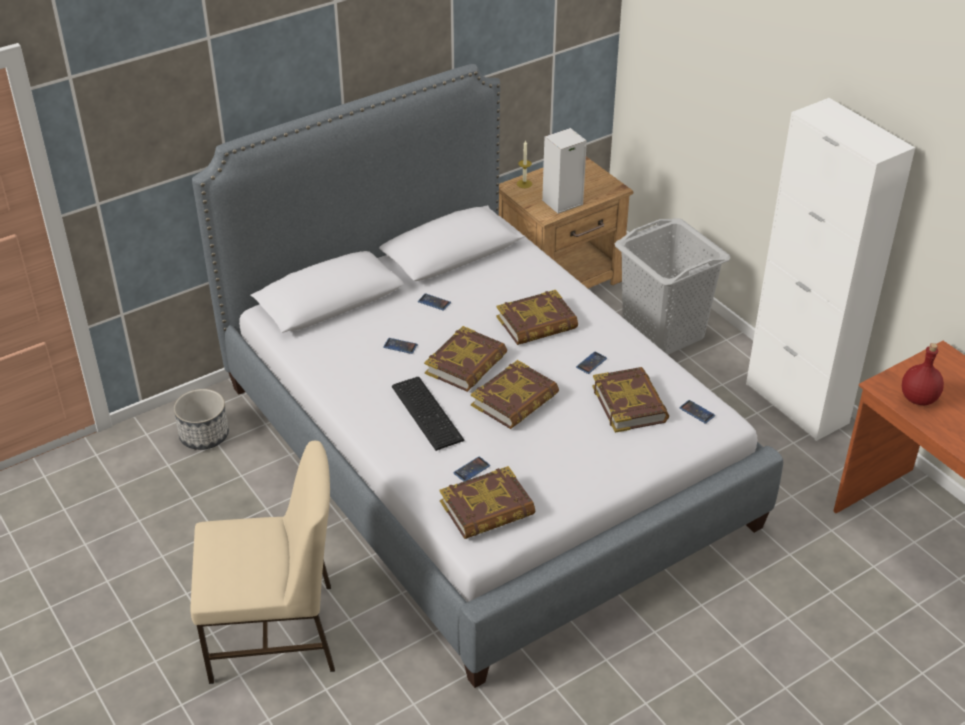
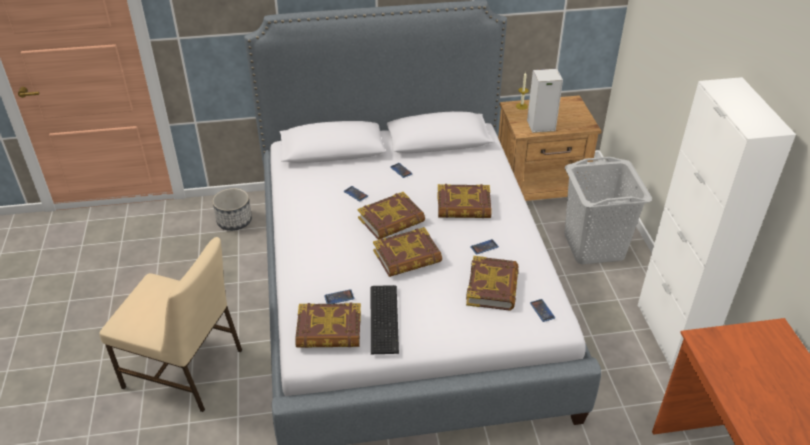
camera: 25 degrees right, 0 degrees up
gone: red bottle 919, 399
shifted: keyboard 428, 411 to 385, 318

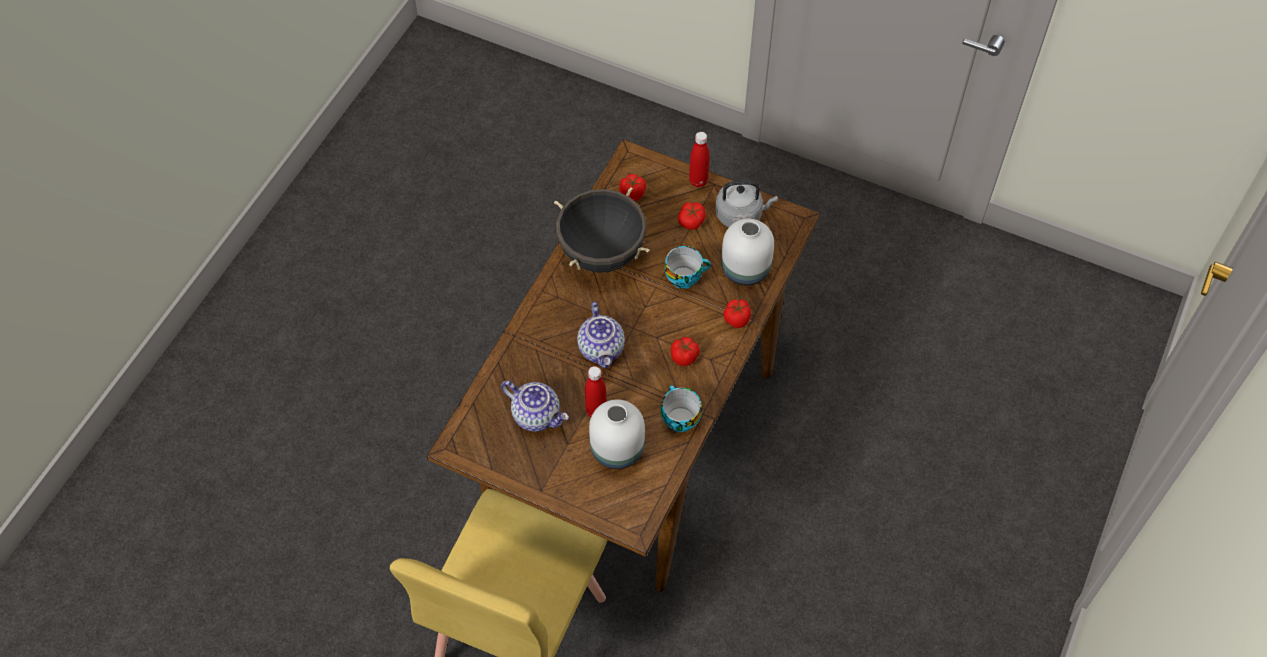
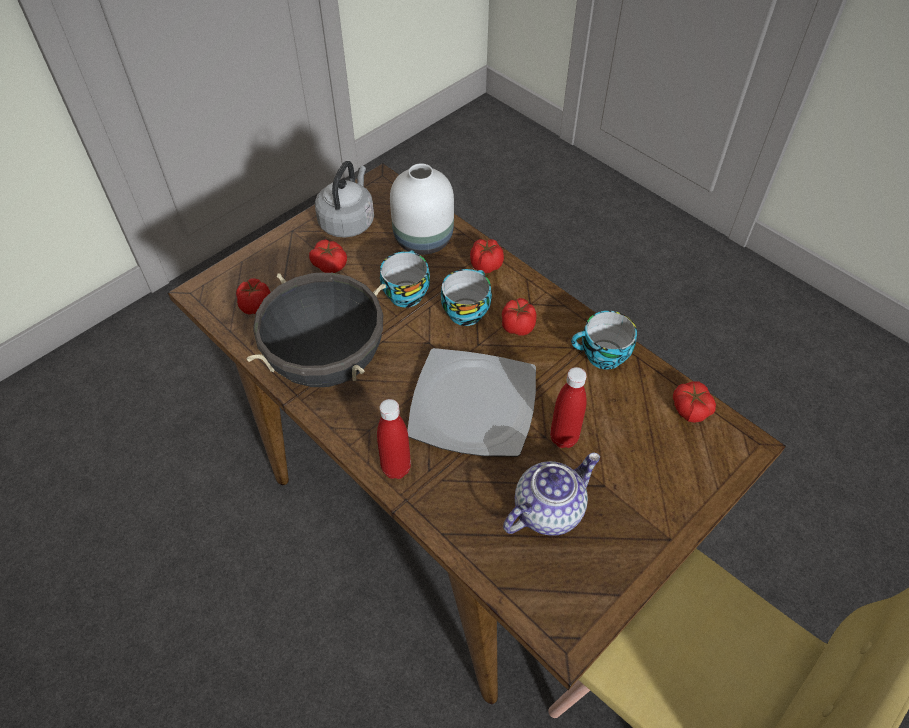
camera: 70 degrees left, 5 degrees down
gone: white vase 617, 451
new: cup 465, 310; tomato 690, 408
shifted: red bottle 698, 181 to 396, 468
swapped: teapot 602, 349 to plate 472, 404

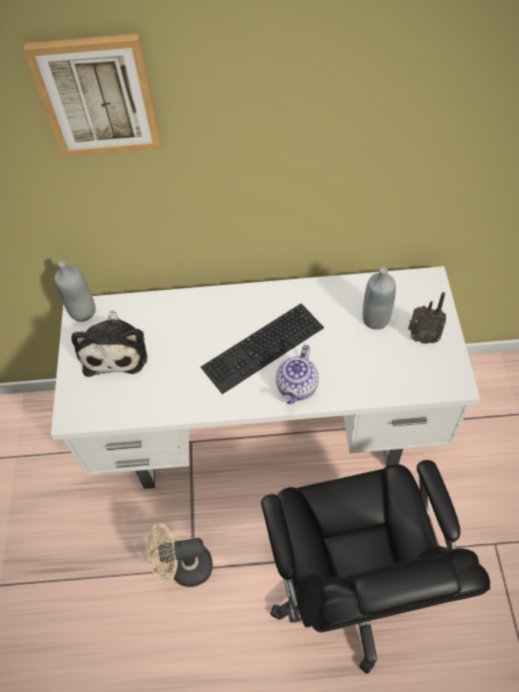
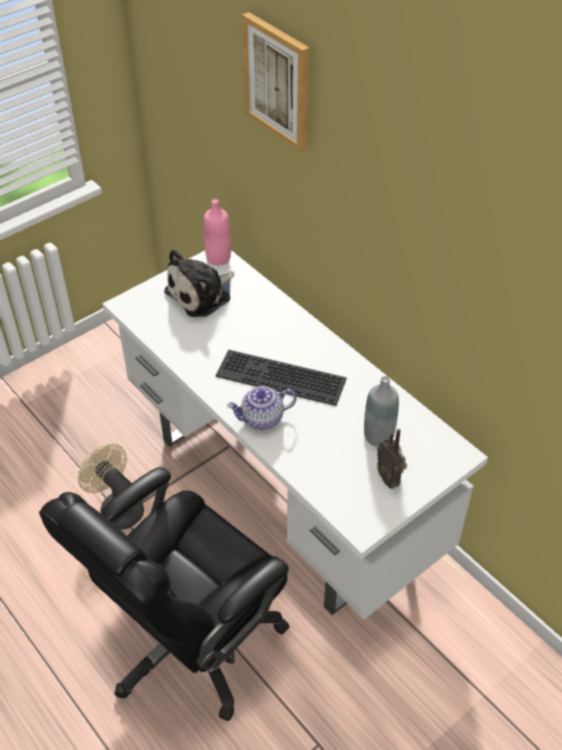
camera: 50 degrees right, 10 degrees down
repainted: grey bottle 83, 311 to pink bottle 218, 258

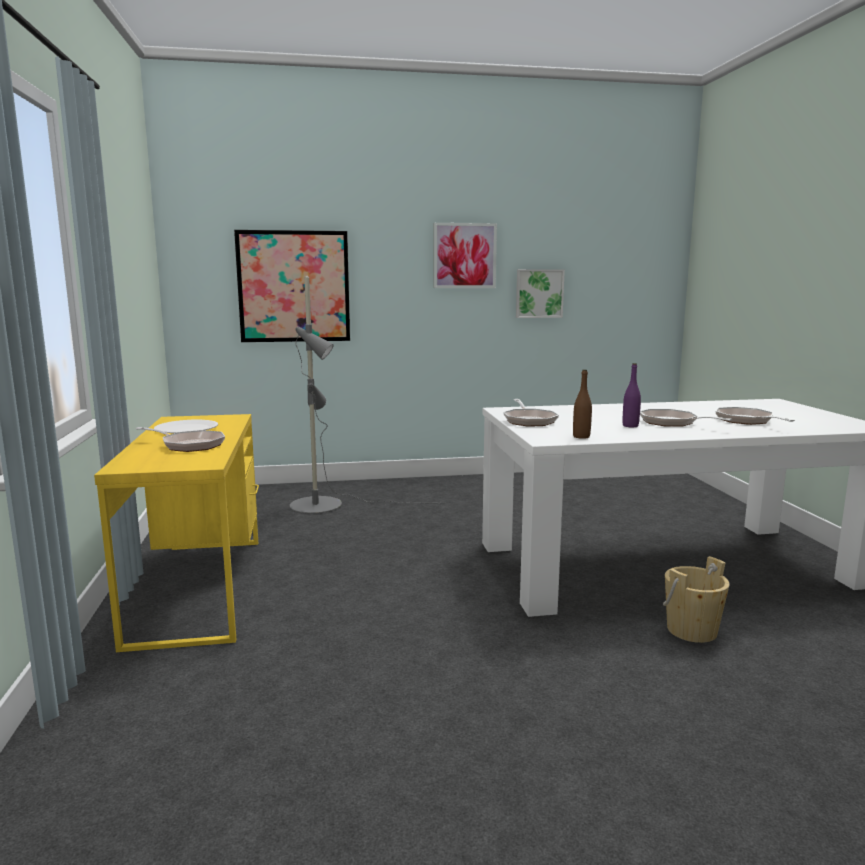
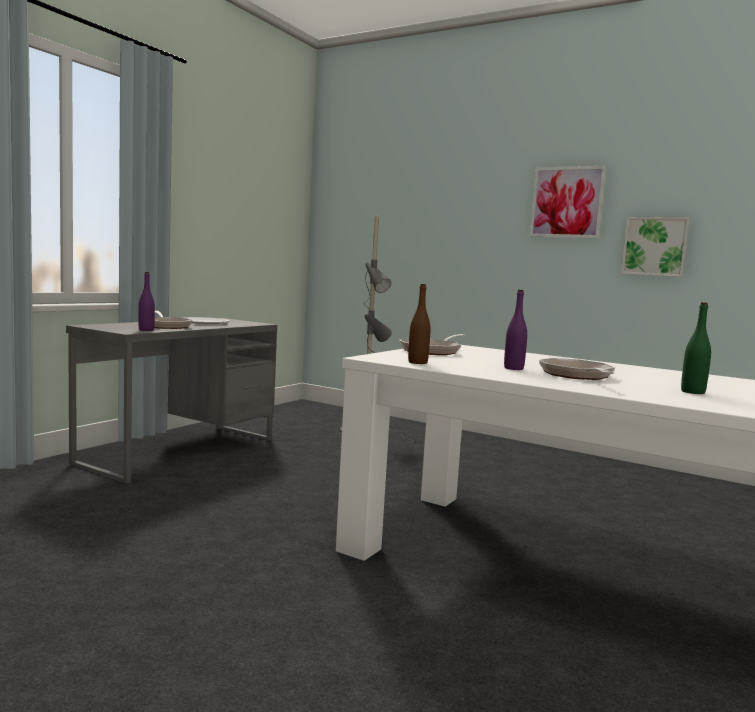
camera: 40 degrees right, 5 degrees down
gone: picture 294, 286; beige bucket 691, 630
new: purple bottle 146, 330
swapped: frying pan 747, 421 to green bottle 692, 392
repainted: yellow desk 200, 587 to grey desk 180, 451

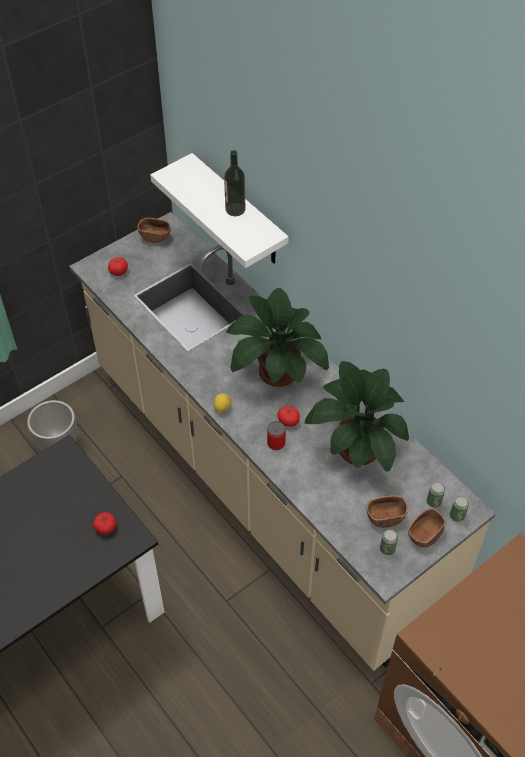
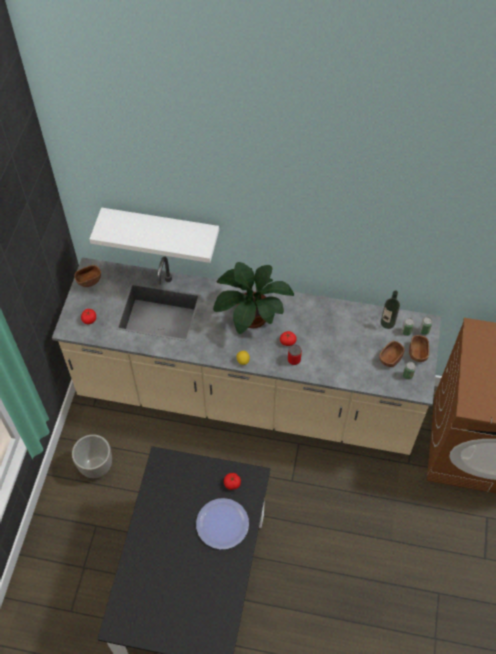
camera: 40 degrees left, 5 degrees up
gone: potted plant 357, 444
new: plate 222, 524
shifted: bottle 235, 209 to 387, 322

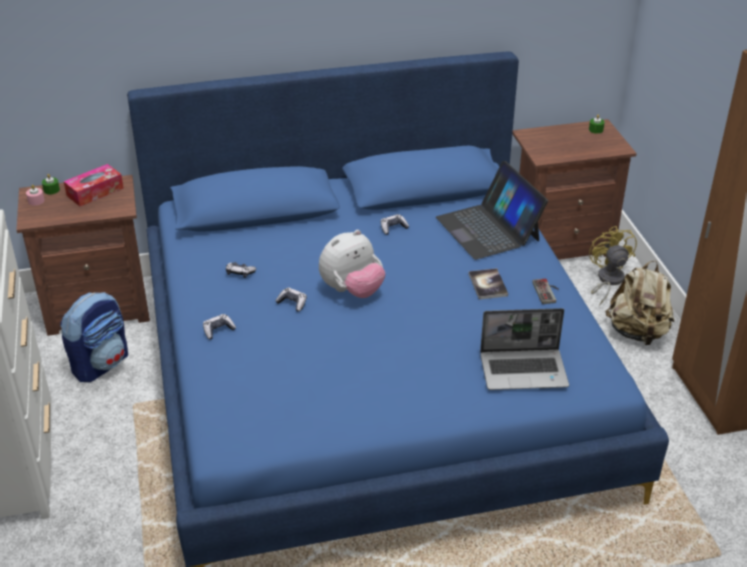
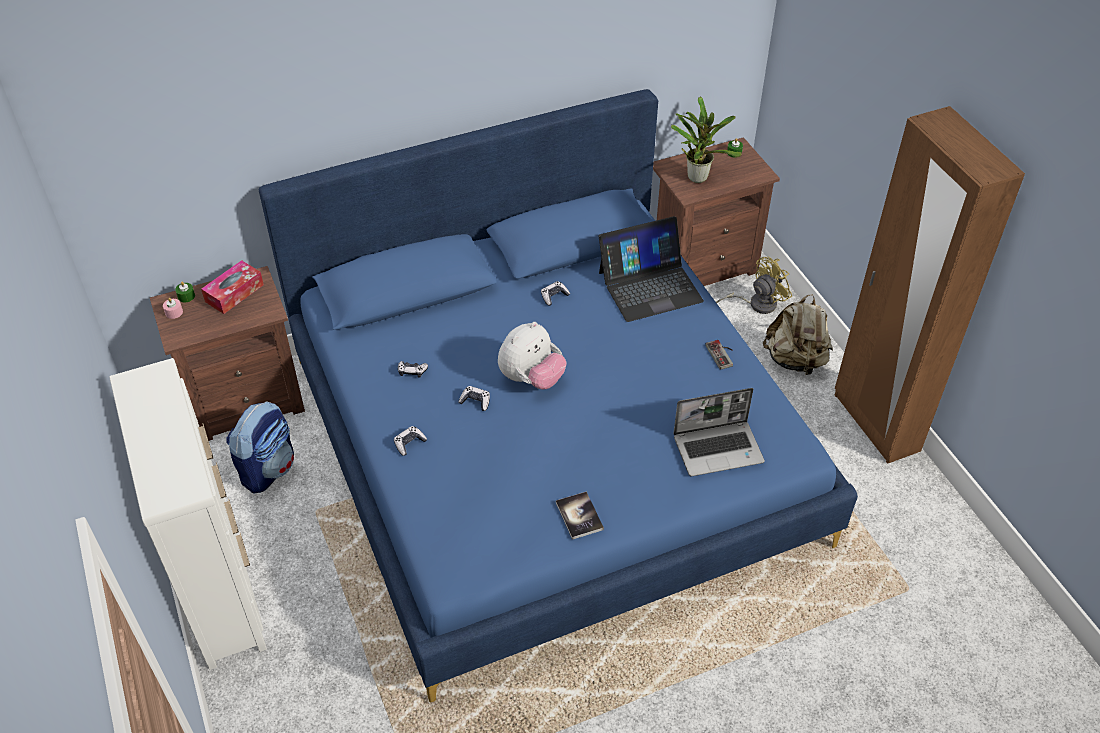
camera: 10 degrees left, 10 degrees up
new: potted plant 697, 176
shifted: book 488, 285 to 579, 516
rotated: laptop 488, 229 = 649, 286 75 degrees counterclockwise; yellow fan 607, 281 = 756, 304 75 degrees clockwise

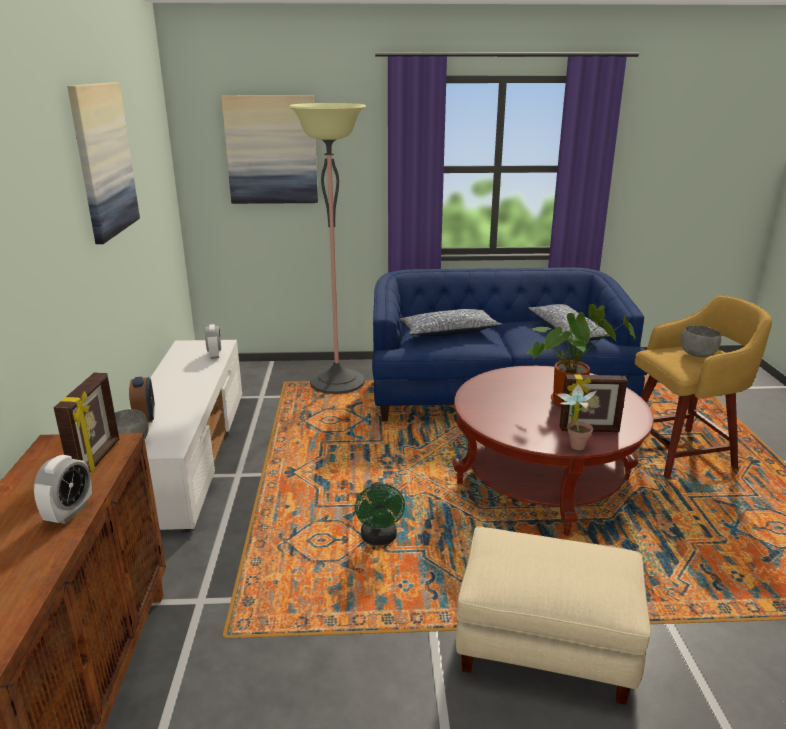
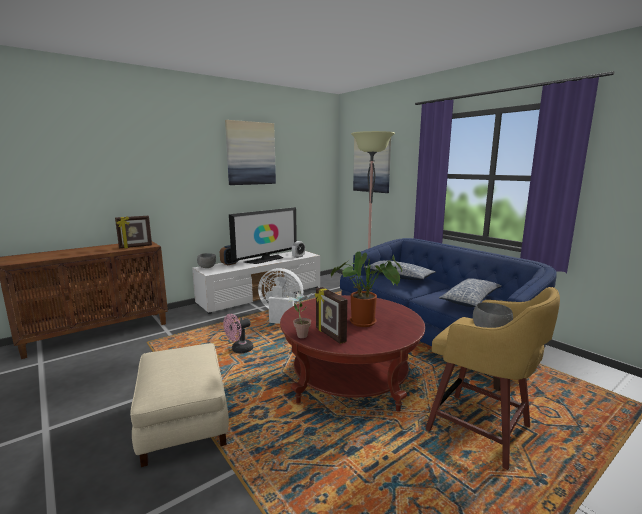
camera: 55 degrees right, 10 degrees down
gone: alarm clock 69, 512
new: television 265, 259; white fan 281, 315
repainted: green fan 379, 539 to pink fan 239, 350

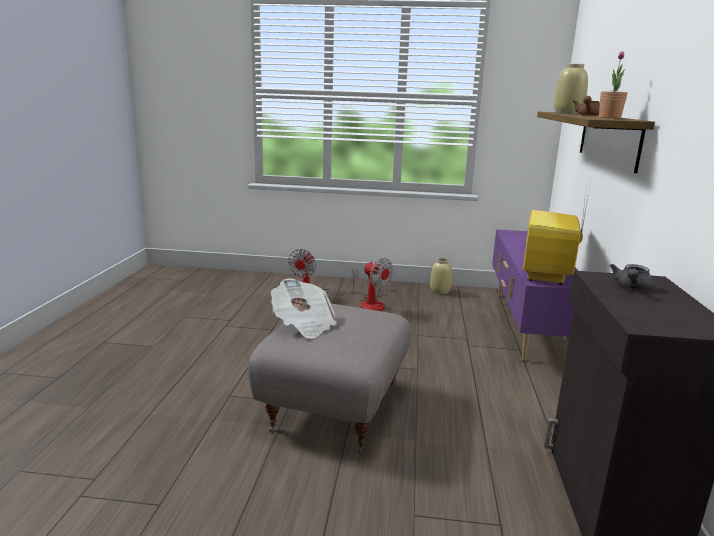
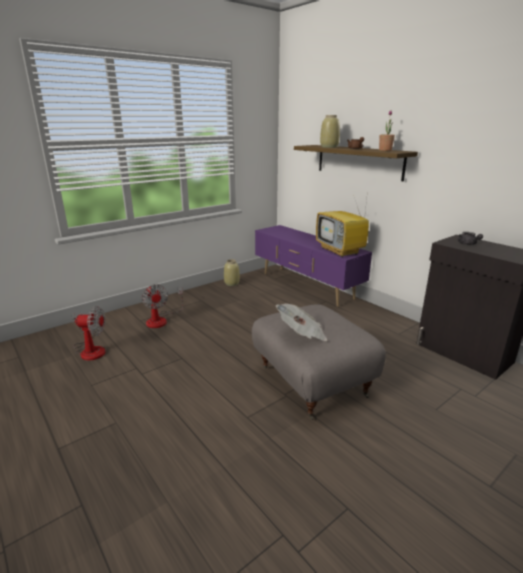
camera: 45 degrees left, 5 degrees up
shifted: fan 373, 303 to 90, 350

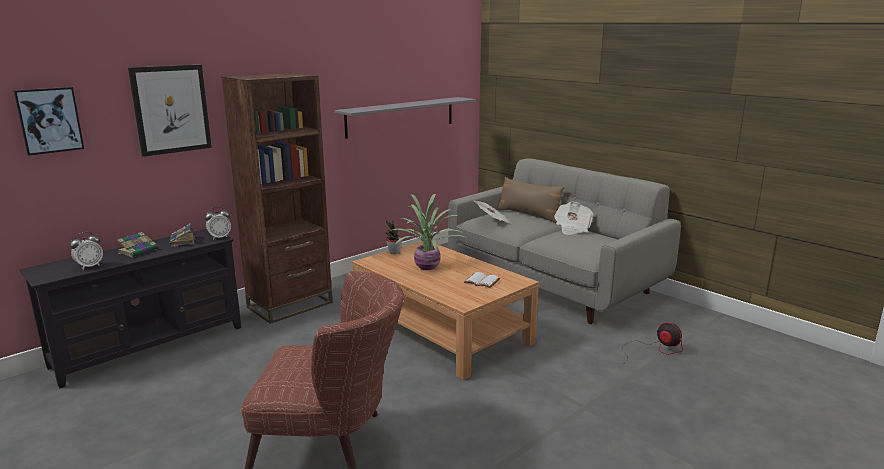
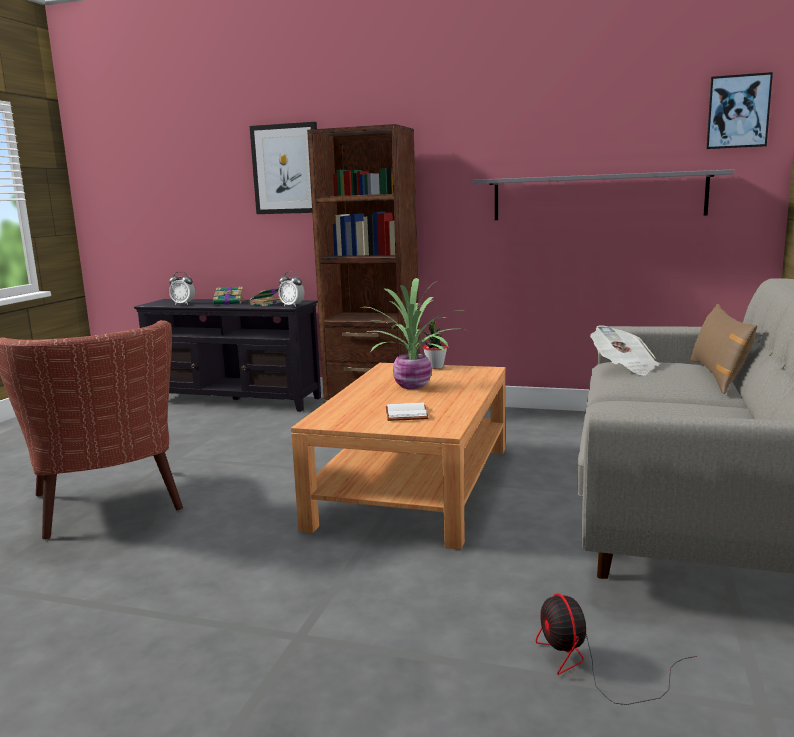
camera: 60 degrees right, 5 degrees down
gone: newspaper 572, 229
shifted: picture 49, 120 to 738, 111
rotated: fan 654, 350 = 591, 666 150 degrees clockwise

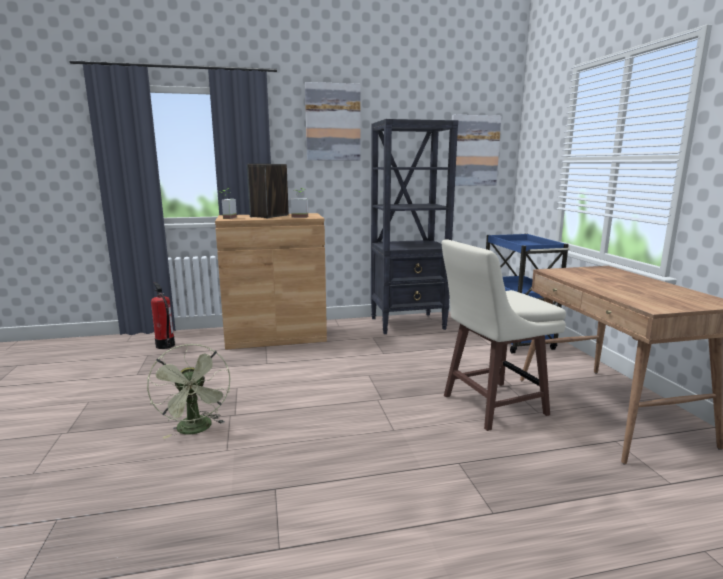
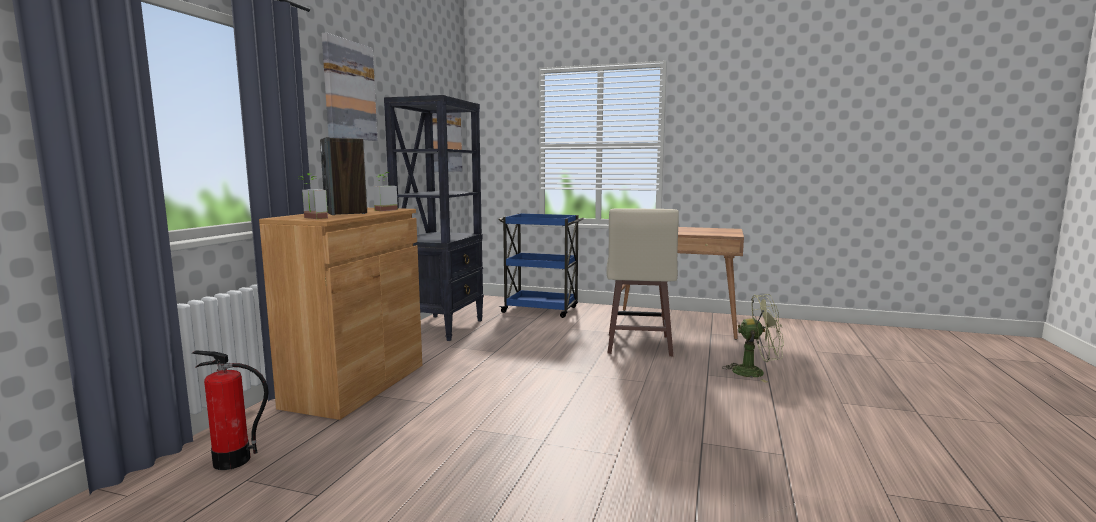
camera: 60 degrees left, 5 degrees down
shifted: green fan 196, 430 to 755, 372

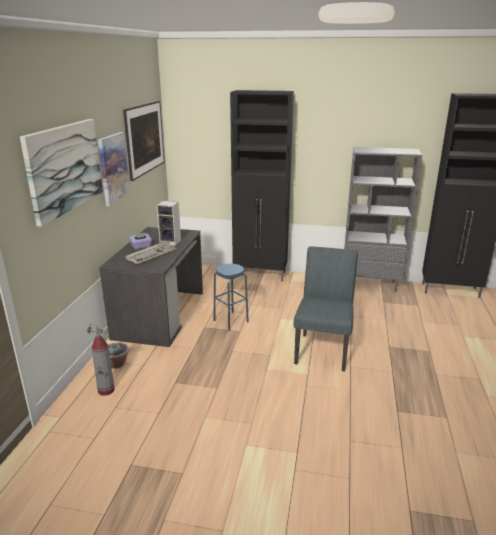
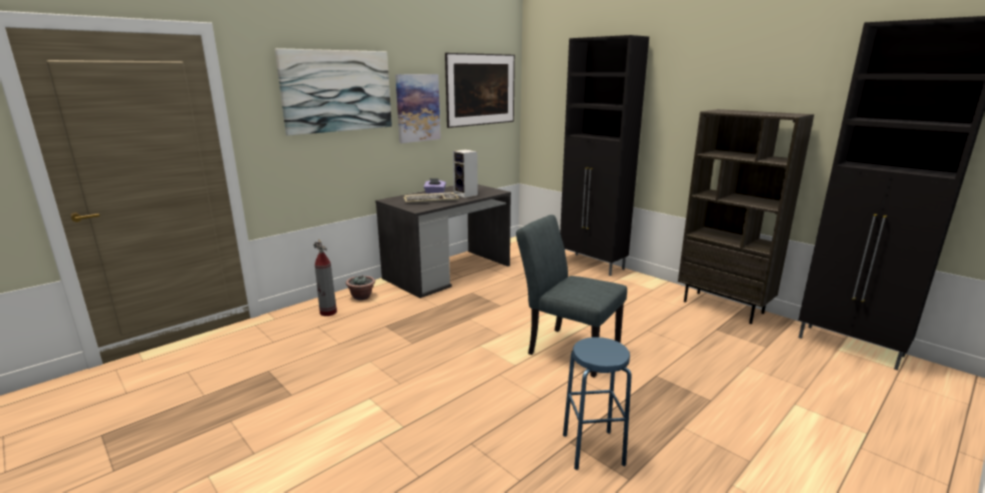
camera: 35 degrees right, 5 degrees down
shifted: blue stool 231, 321 to 593, 449
repainted: grey bookcase 371, 284 to brown bookcase 724, 307
rotated: grey chair 323, 348 = 567, 349 105 degrees counterclockwise

